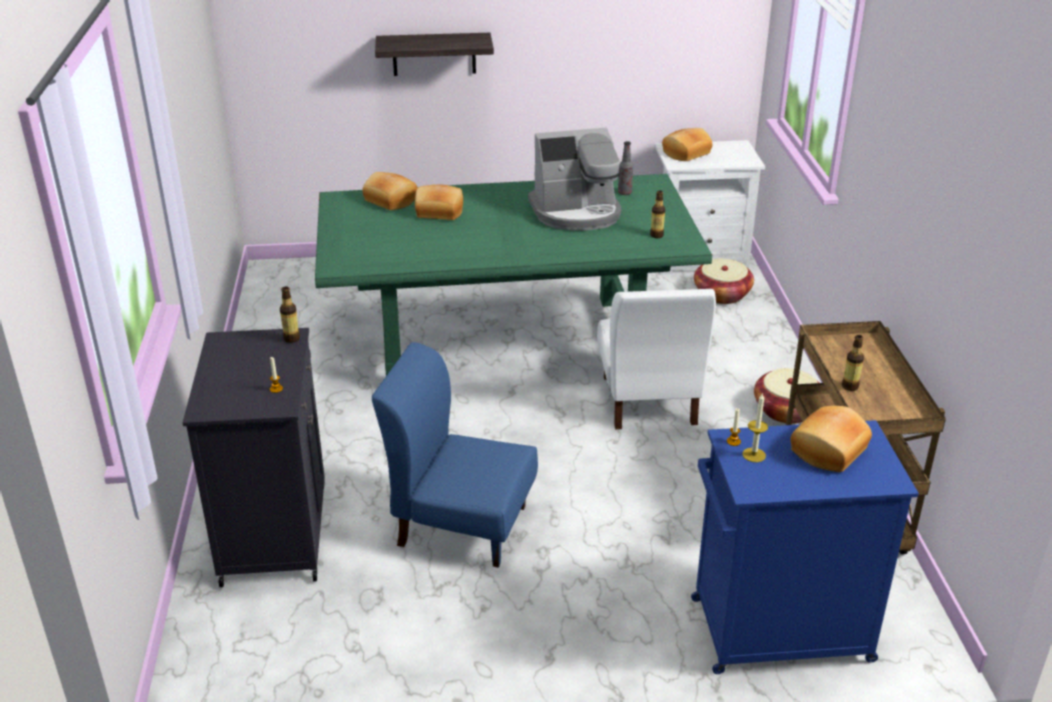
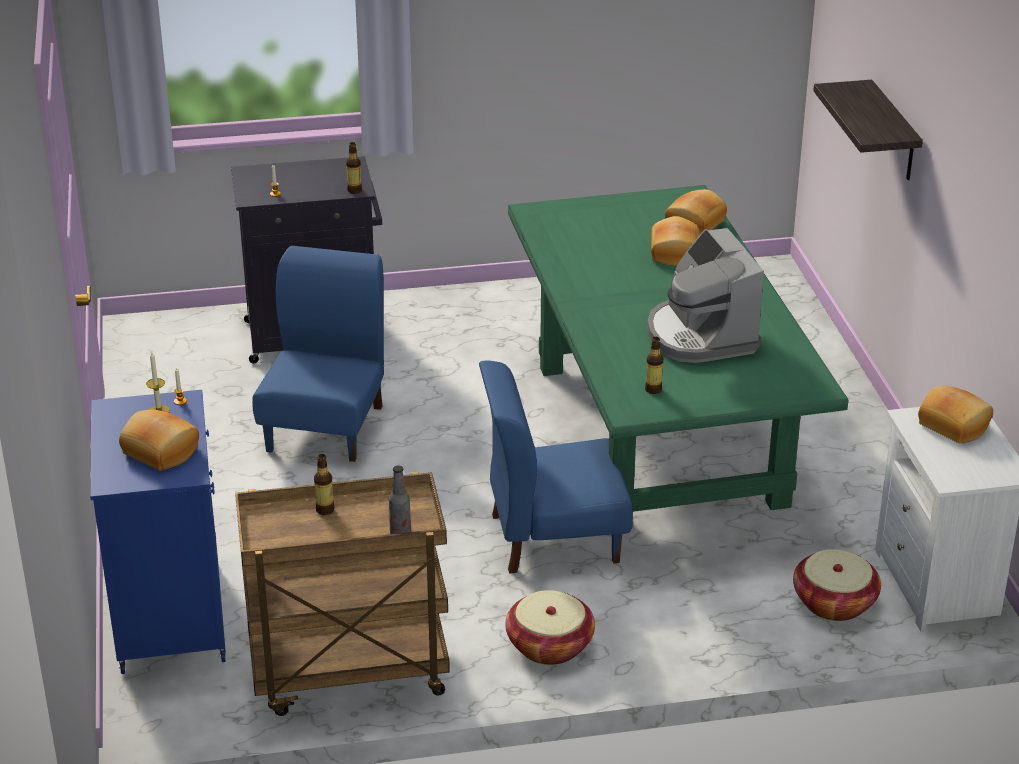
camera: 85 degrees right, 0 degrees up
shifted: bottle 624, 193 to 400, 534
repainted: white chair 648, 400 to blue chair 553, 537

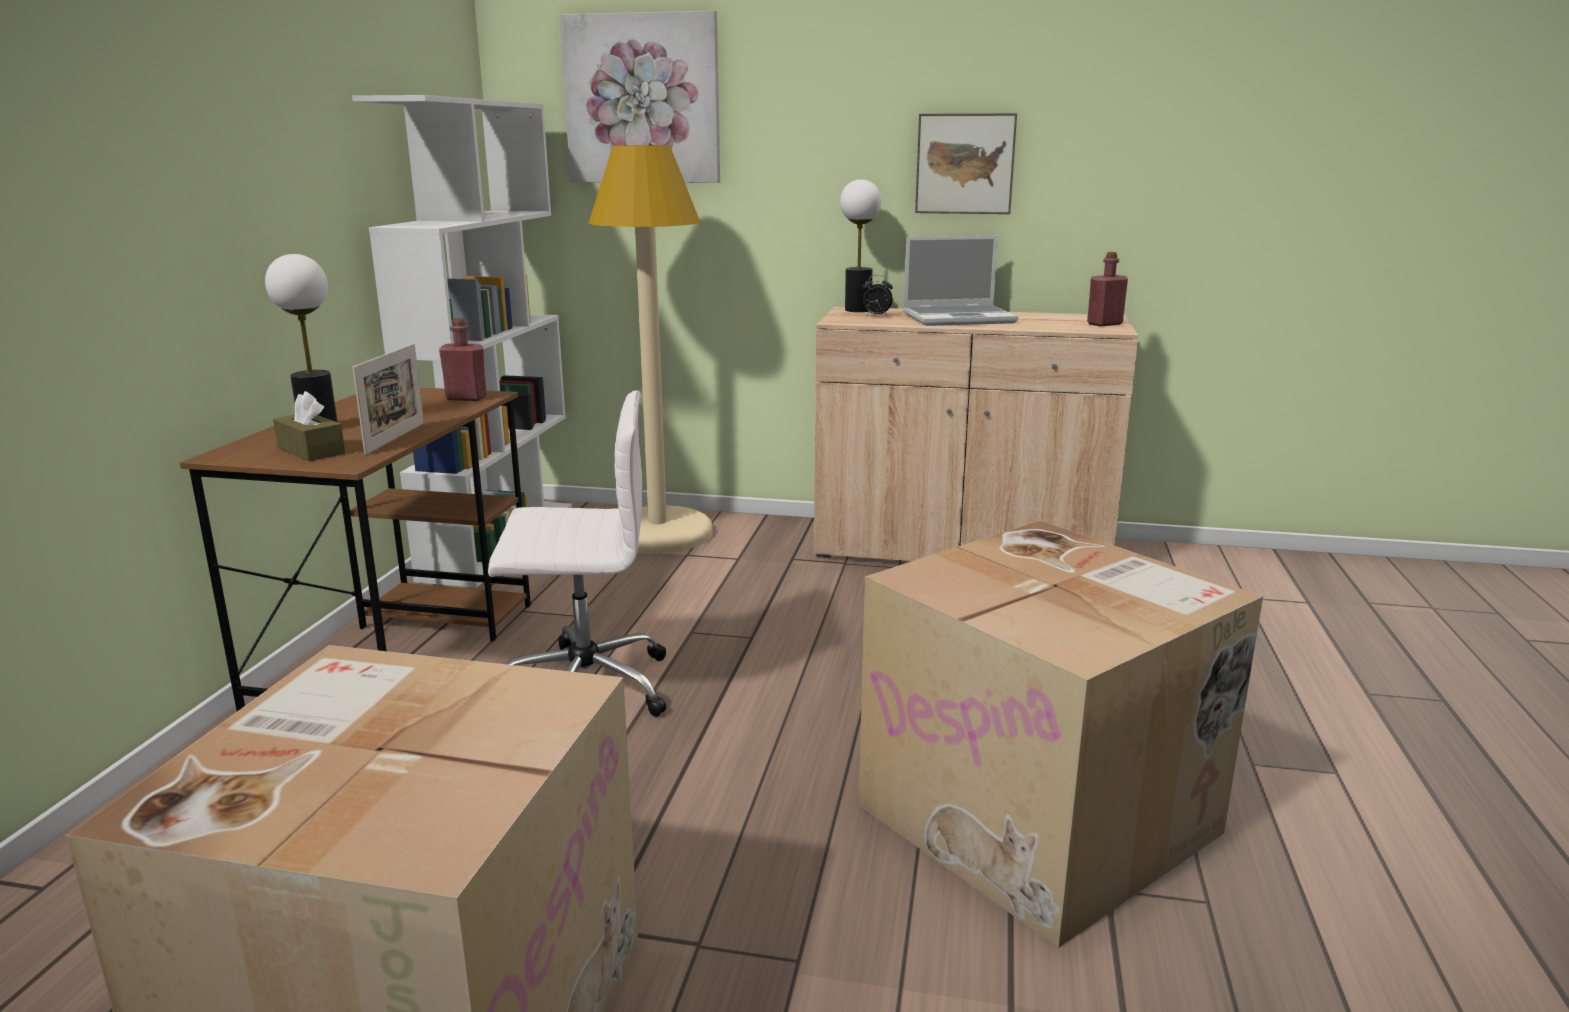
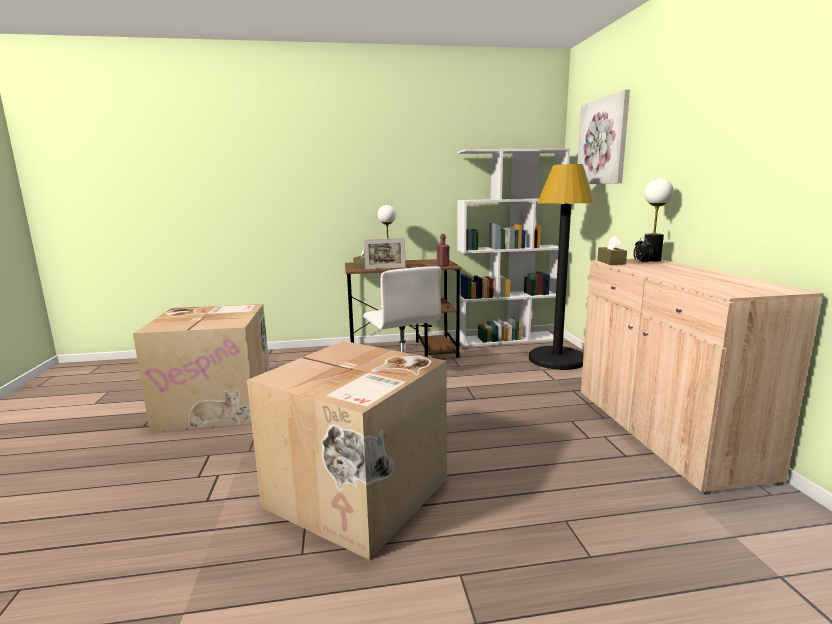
camera: 70 degrees right, 5 degrees down
gone: laptop 959, 318; picture 965, 164; red bottle 1104, 324
new: brown tissue box 611, 262
repainted: beige floor lamp 658, 533 to black floor lamp 557, 359

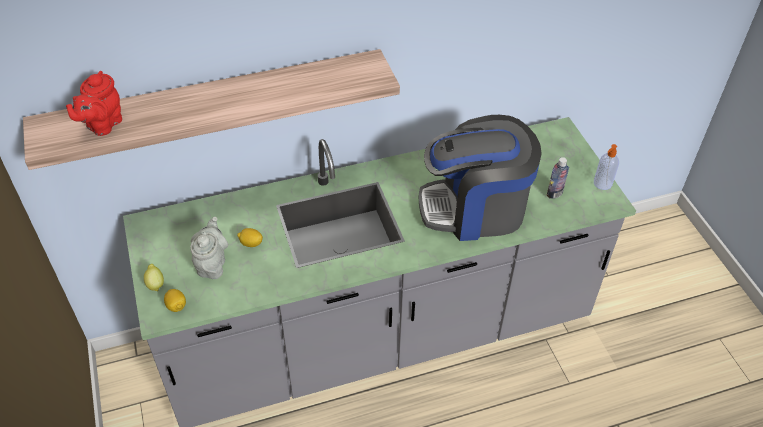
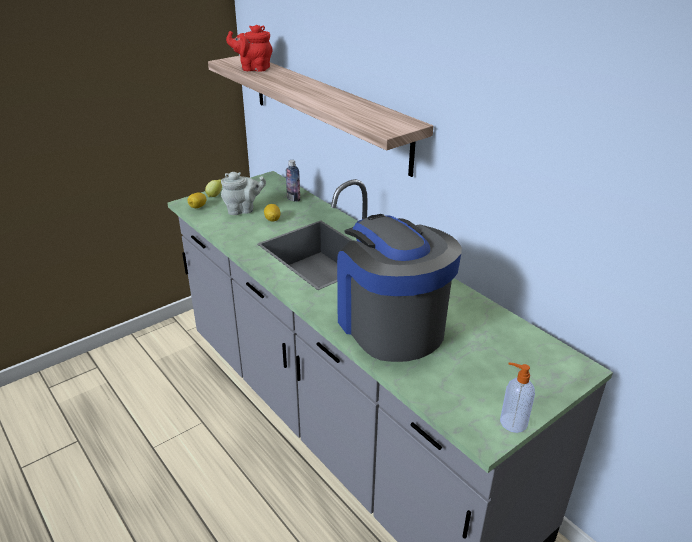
camera: 70 degrees right, 15 degrees down
shifted: bottle 554, 194 to 293, 198

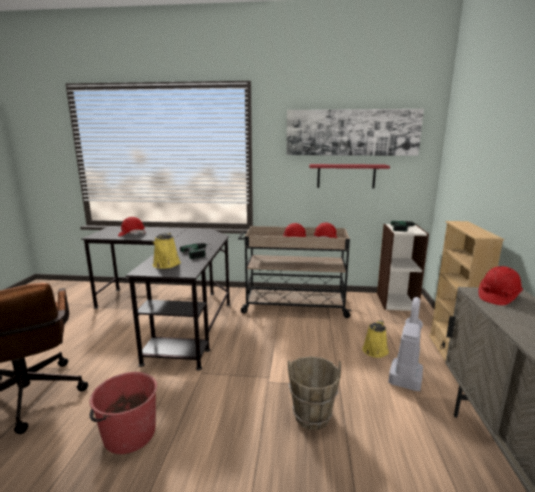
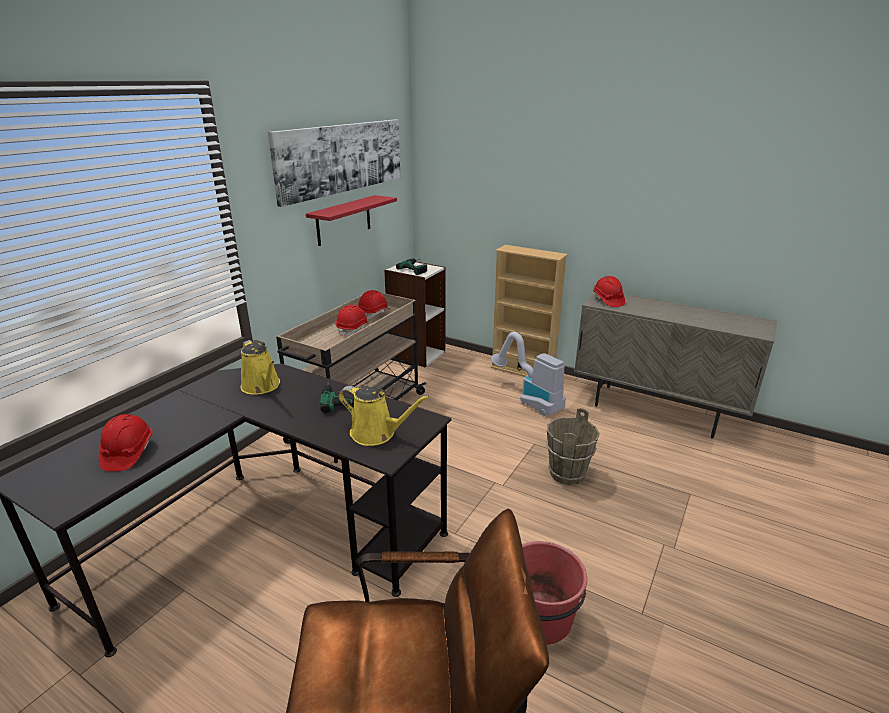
camera: 65 degrees left, 10 degrees up
shifted: yellow watering can 374, 352 to 262, 386

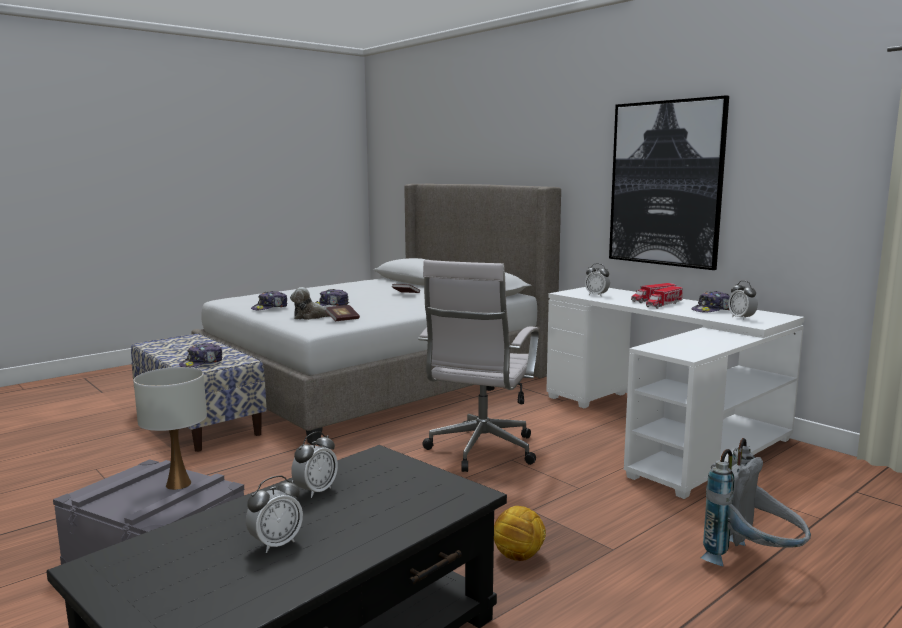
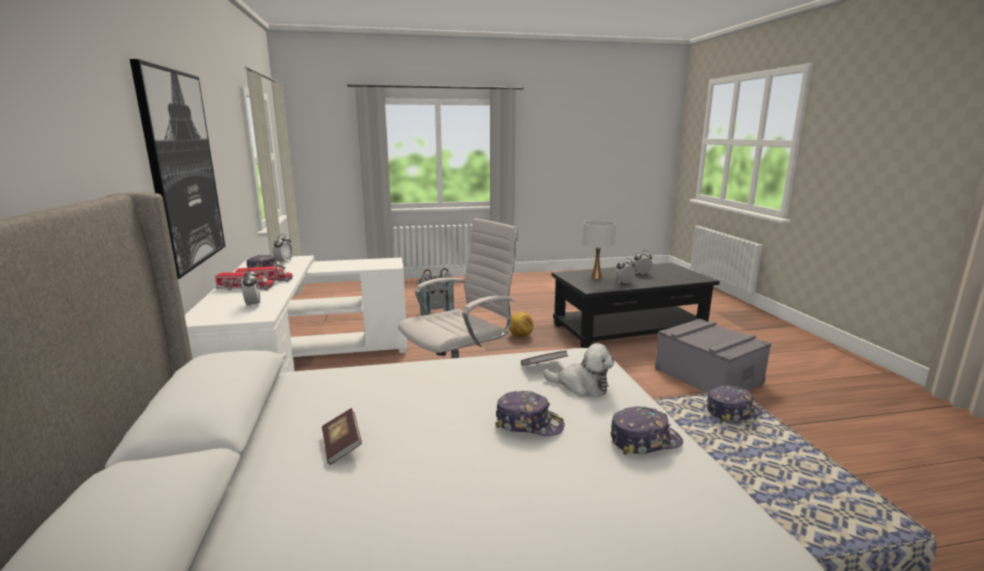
camera: 150 degrees left, 5 degrees up
shifted: white table lamp 178, 484 to 596, 277

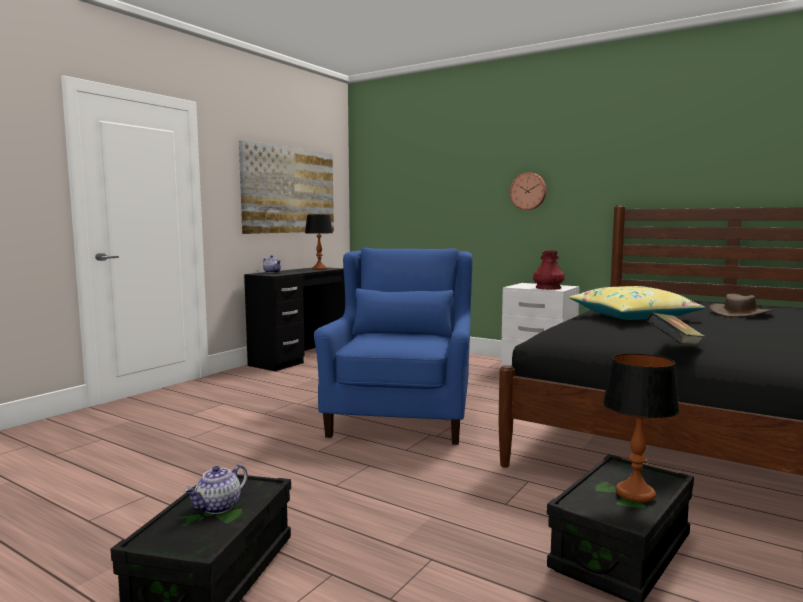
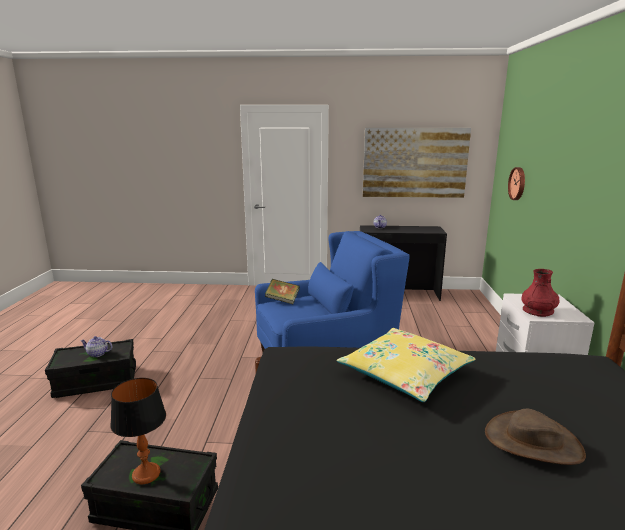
camera: 60 degrees right, 10 degrees up
gone: table lamp 319, 269
shifted: wall clock 528, 191 to 518, 183; book 674, 347 to 282, 300

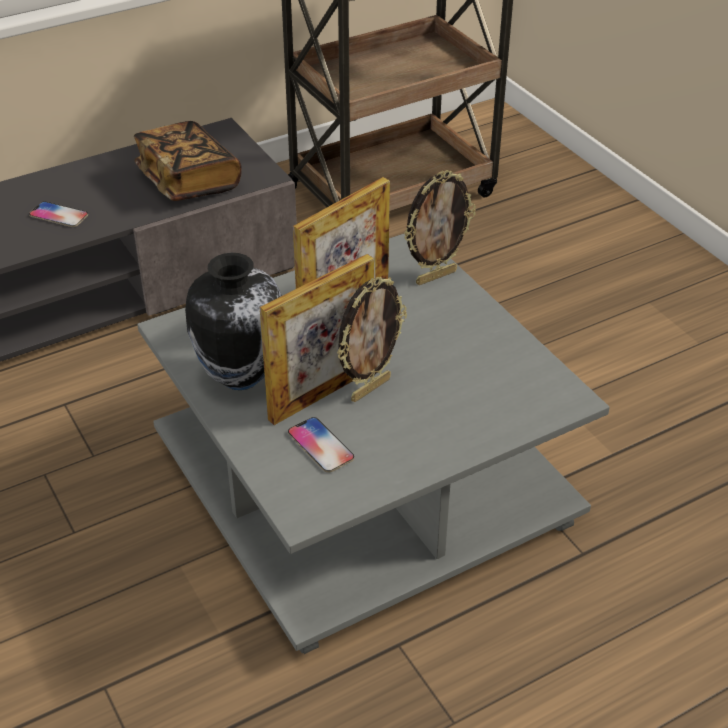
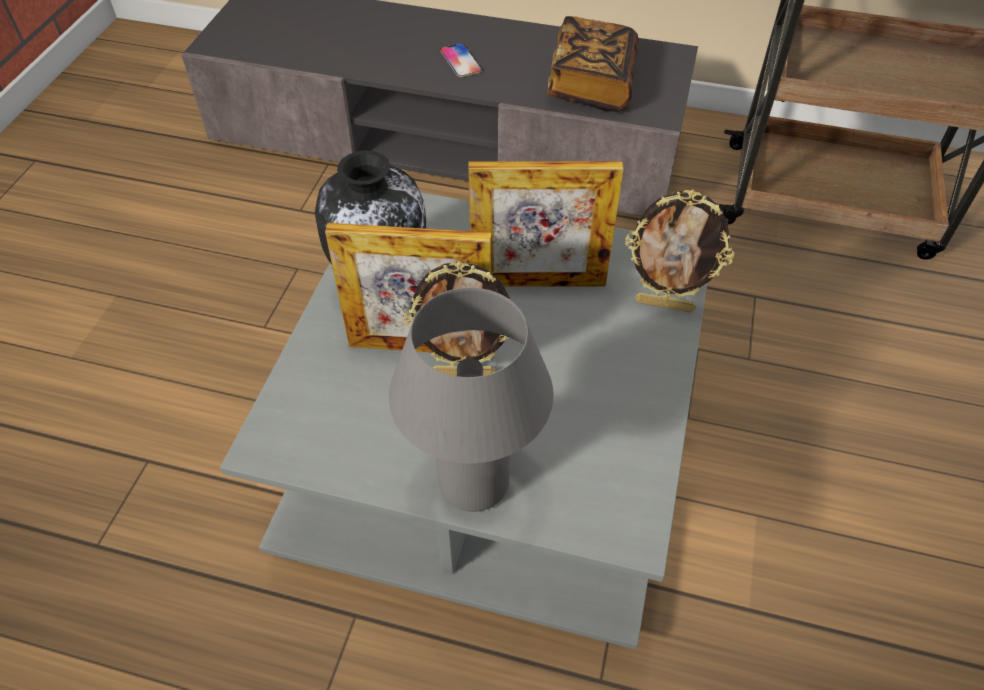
camera: 45 degrees right, 10 degrees up
gone: phone 320, 446
new: grey table lamp 474, 482

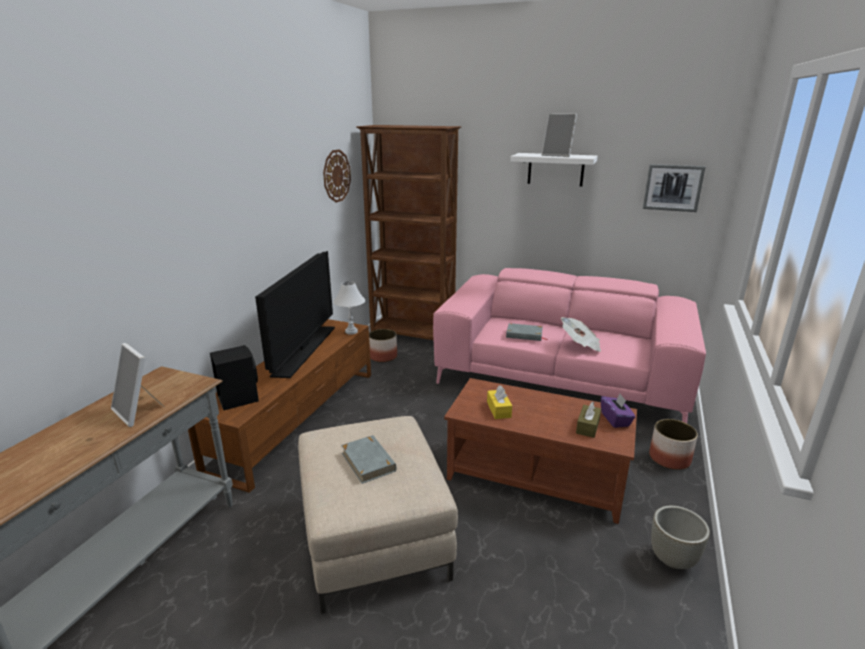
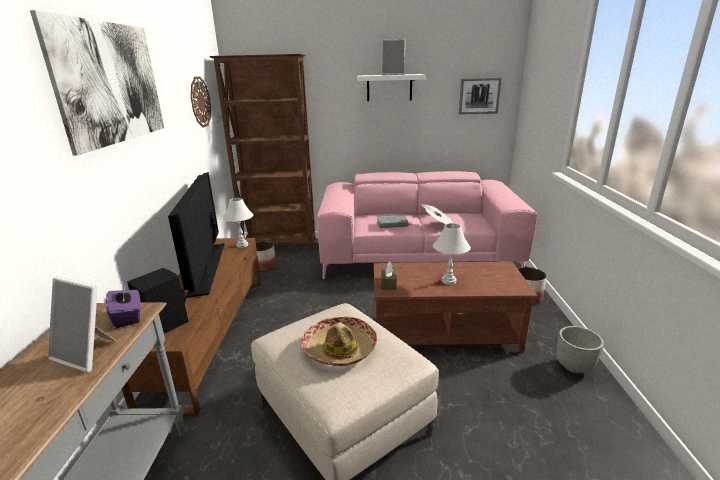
camera: 20 degrees left, 0 degrees up
gone: yellow tissue box 498, 409
new: picture 111, 83; white table lamp 448, 281
shifted: brown tissue box 587, 427 to 388, 283; purple tissue box 615, 420 to 128, 317
swapped: grey book 368, 461 to hat 340, 349

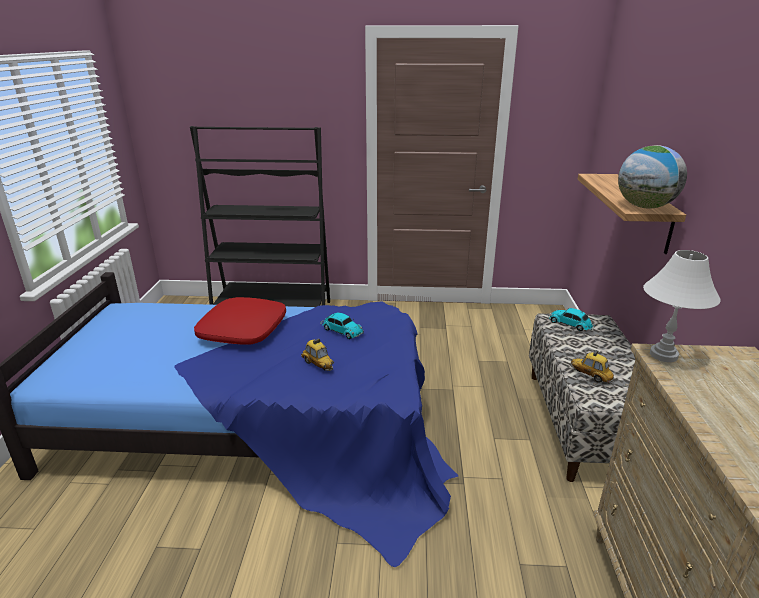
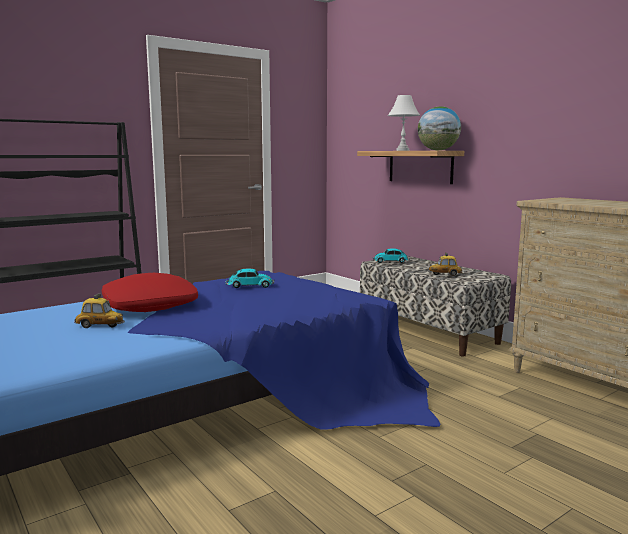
camera: 40 degrees left, 15 degrees down
shifted: toy car 318, 364 to 100, 326; white table lamp 663, 355 to 402, 150

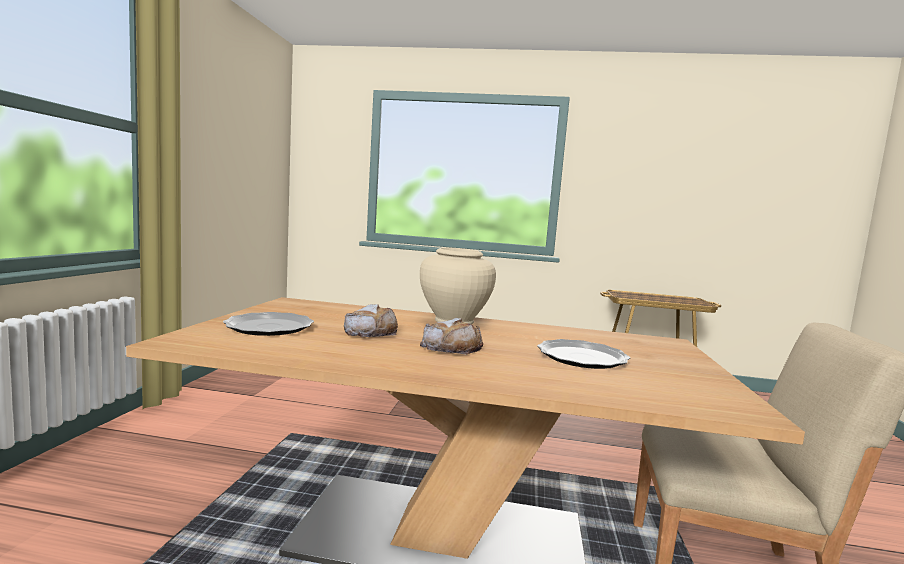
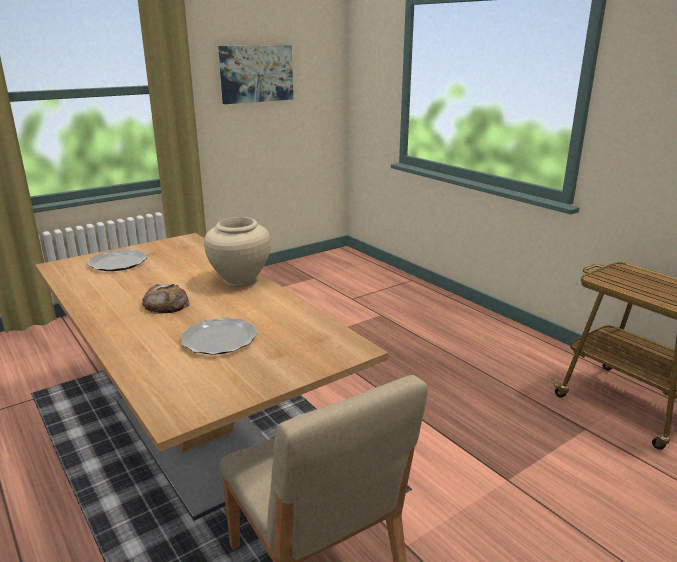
camera: 45 degrees right, 15 degrees up
gone: bread 371, 331
new: picture 256, 74

